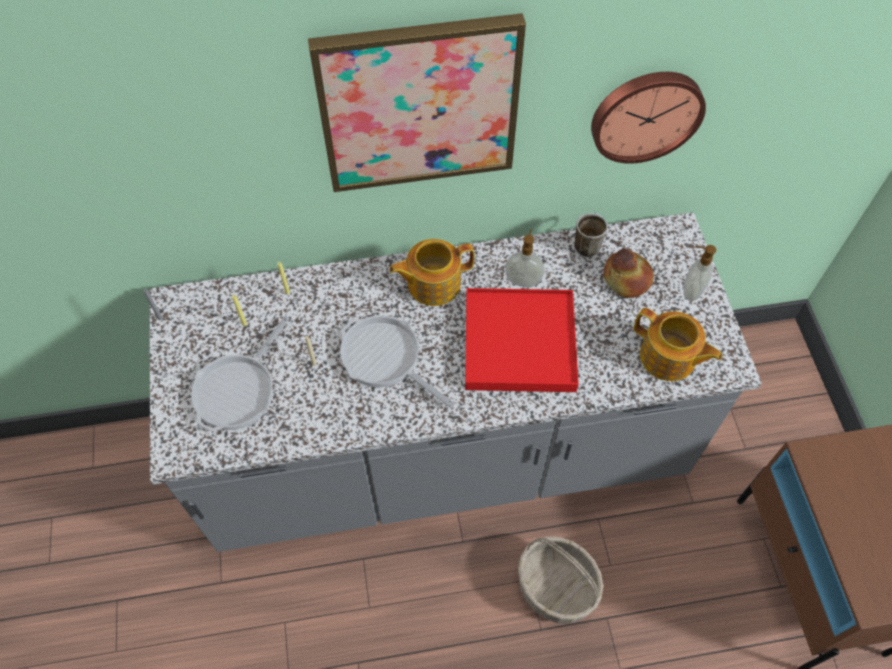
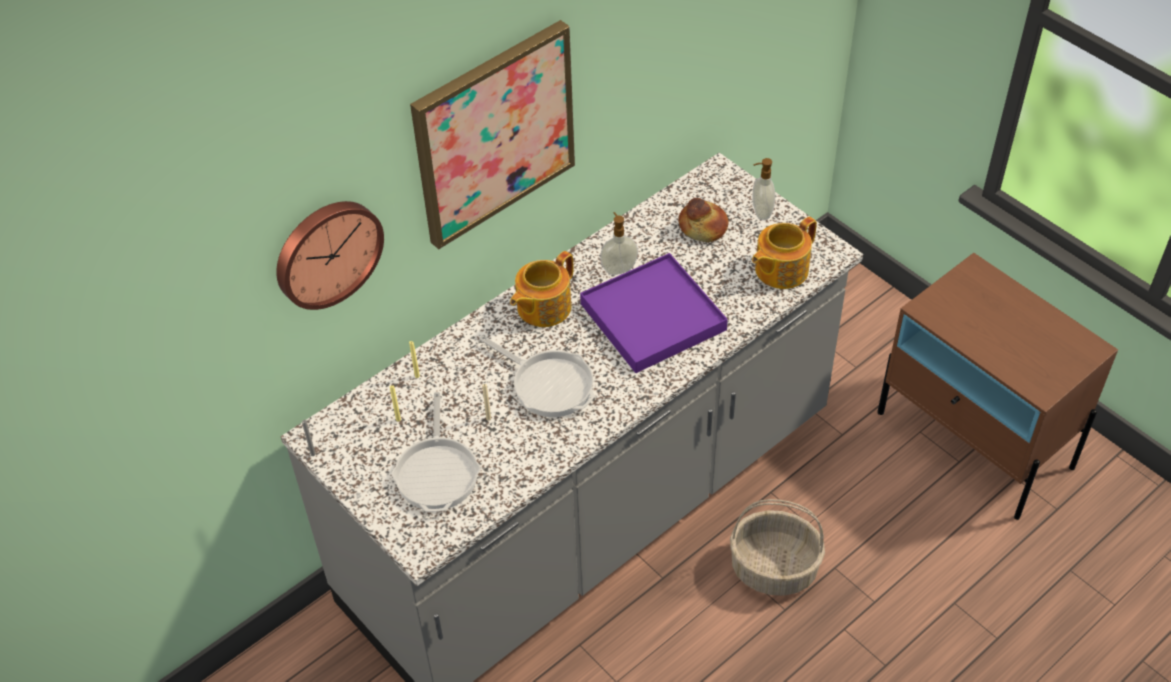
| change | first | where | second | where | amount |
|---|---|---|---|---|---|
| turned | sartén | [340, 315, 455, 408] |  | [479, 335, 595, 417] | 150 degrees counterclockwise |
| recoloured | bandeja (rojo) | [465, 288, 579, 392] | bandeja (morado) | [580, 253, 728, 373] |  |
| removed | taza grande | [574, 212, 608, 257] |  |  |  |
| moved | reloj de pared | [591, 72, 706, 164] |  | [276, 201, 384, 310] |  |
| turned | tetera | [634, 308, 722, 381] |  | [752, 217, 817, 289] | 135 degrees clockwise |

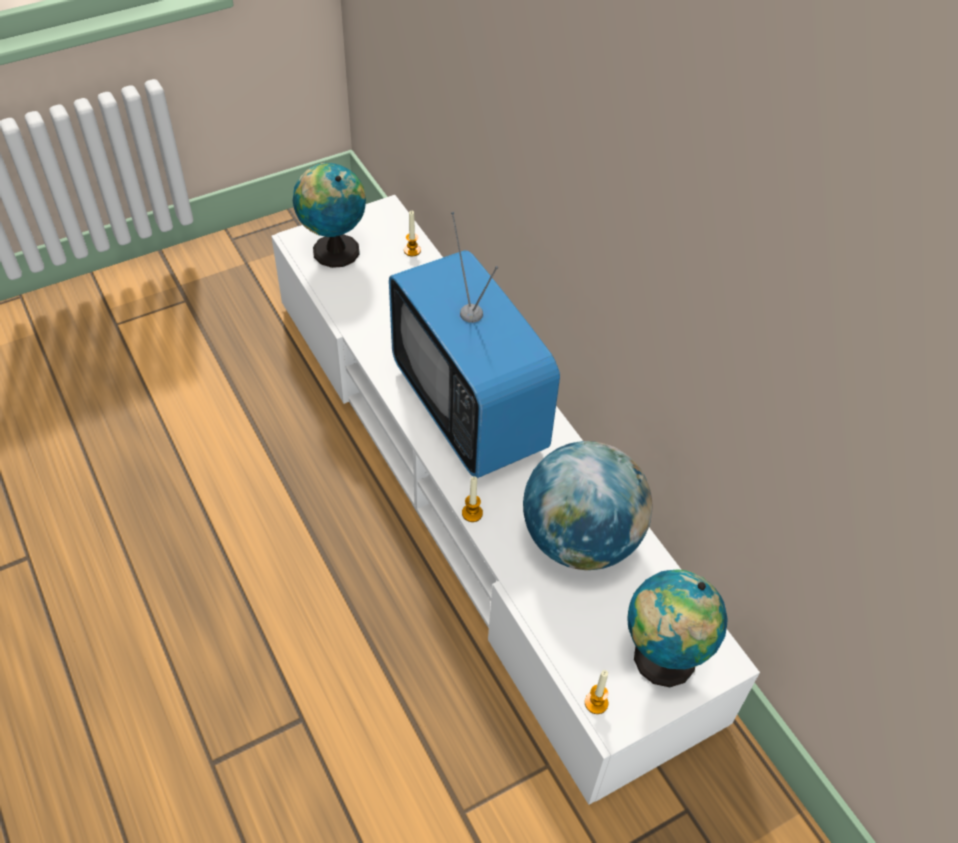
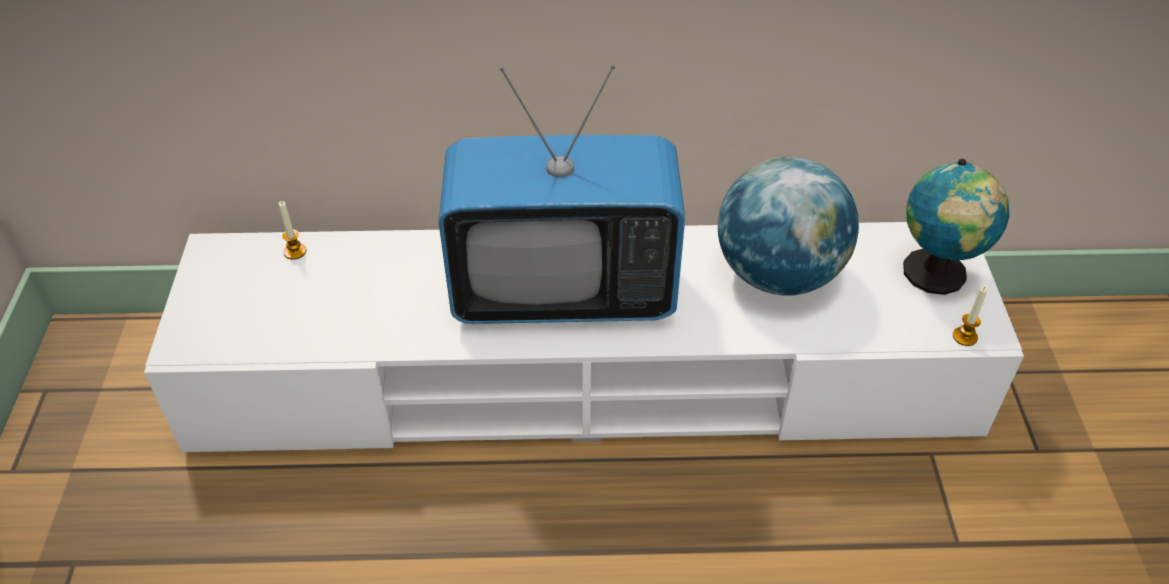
| change | first | where | second | where | amount |
|---|---|---|---|---|---|
| removed | globo terráqueo | [293, 163, 366, 268] |  |  |  |
| removed | vela | [462, 476, 483, 522] |  |  |  |

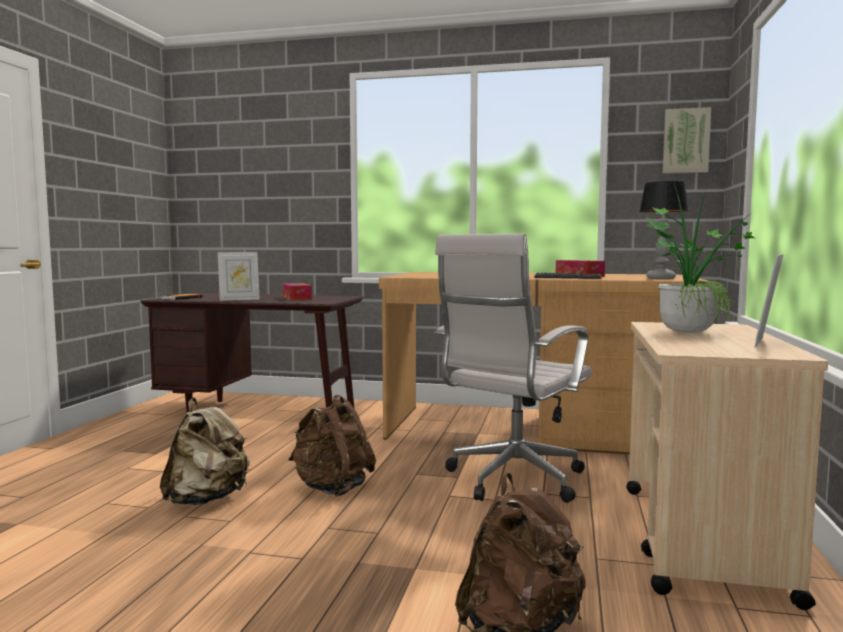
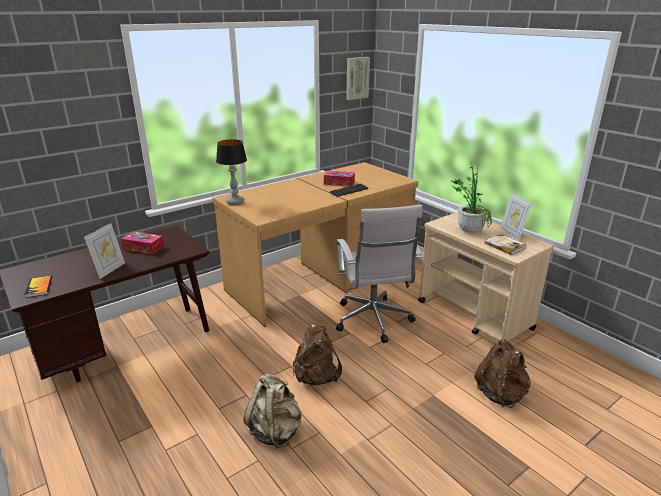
| change | first | where | second | where | amount |
|---|---|---|---|---|---|
| moved | lámpara de mesa | [639, 181, 689, 279] |  | [216, 139, 247, 205] |  |
| added |  |  | libro | [484, 234, 527, 255] |  |

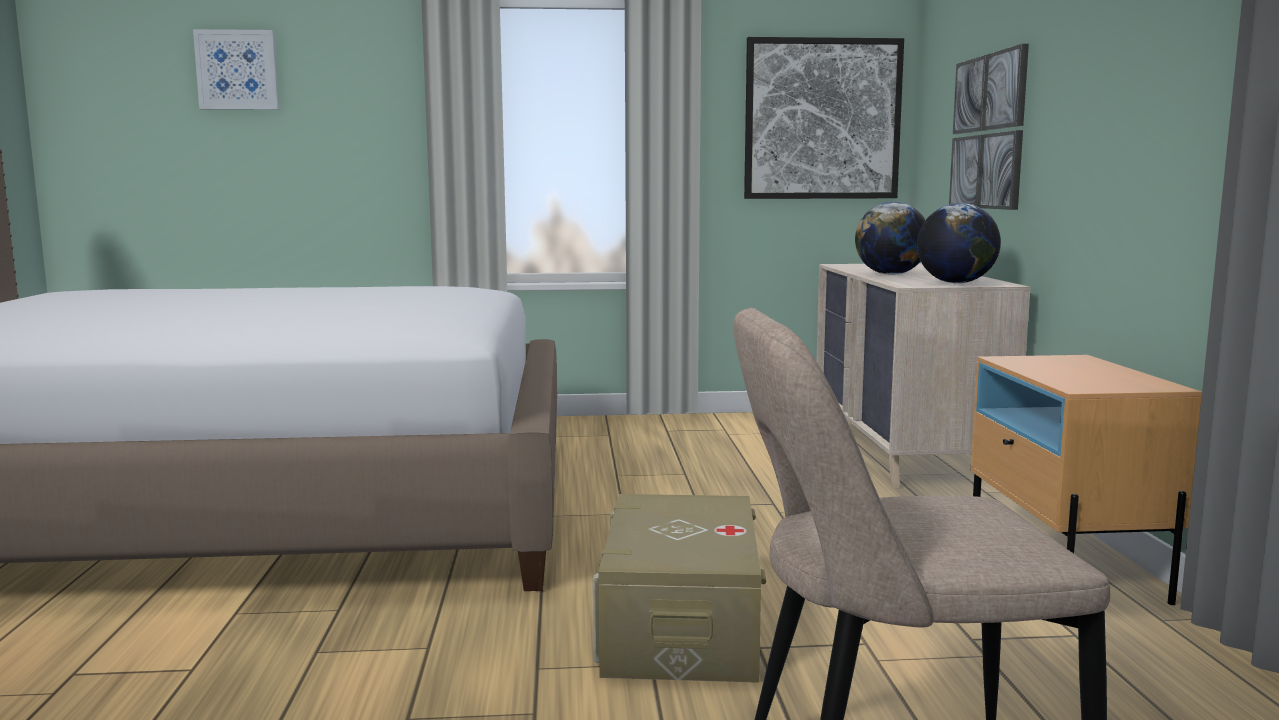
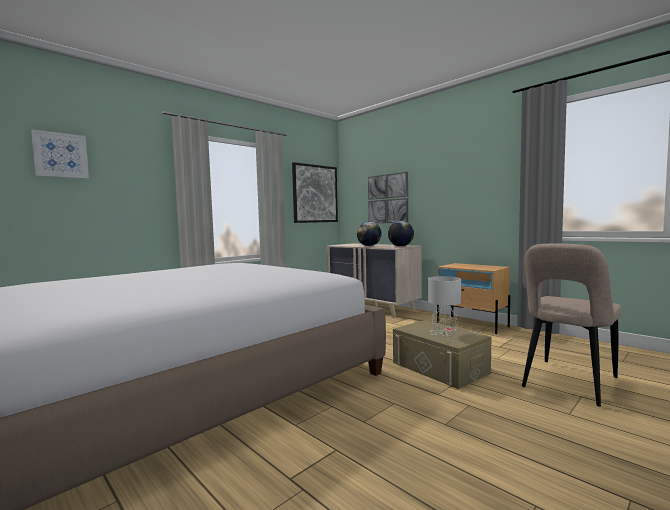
| change | first | where | second | where | amount |
|---|---|---|---|---|---|
| added |  |  | lámpara de mesa (gris) | [428, 276, 461, 336] |  |

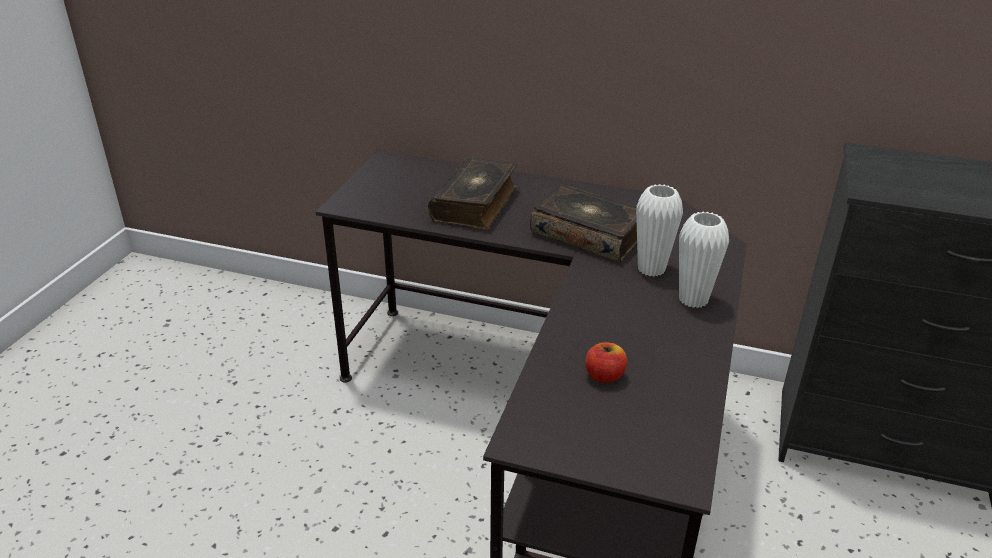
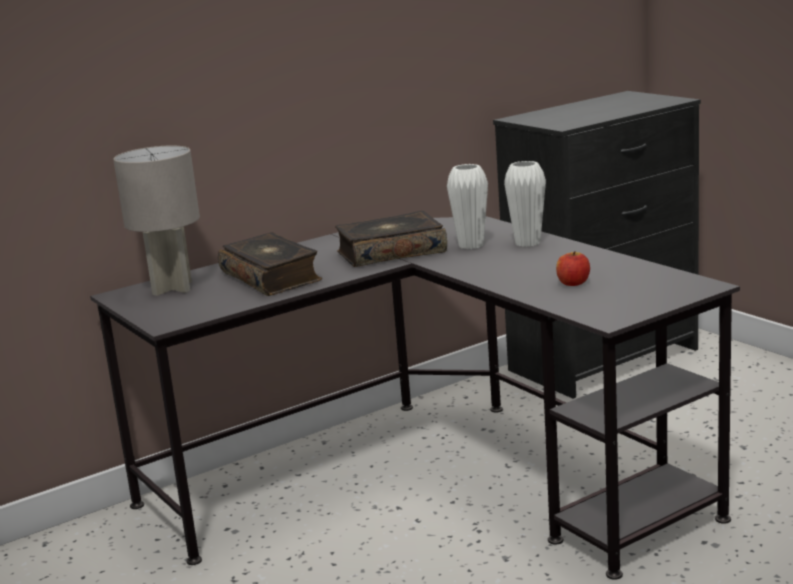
| change | first | where | second | where | amount |
|---|---|---|---|---|---|
| added |  |  | lámpara de mesa (gris) | [113, 146, 200, 296] |  |

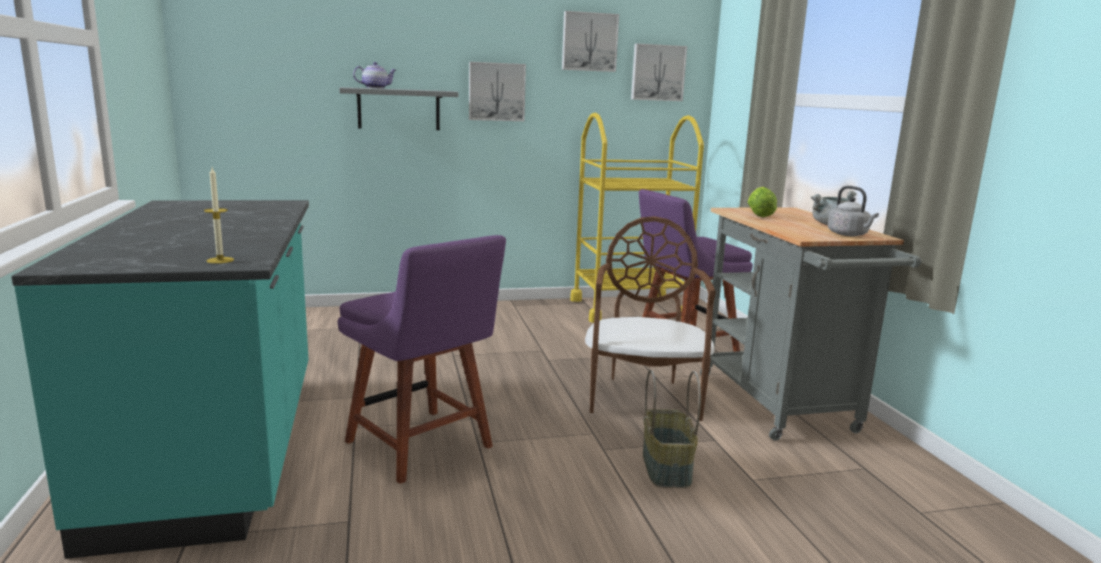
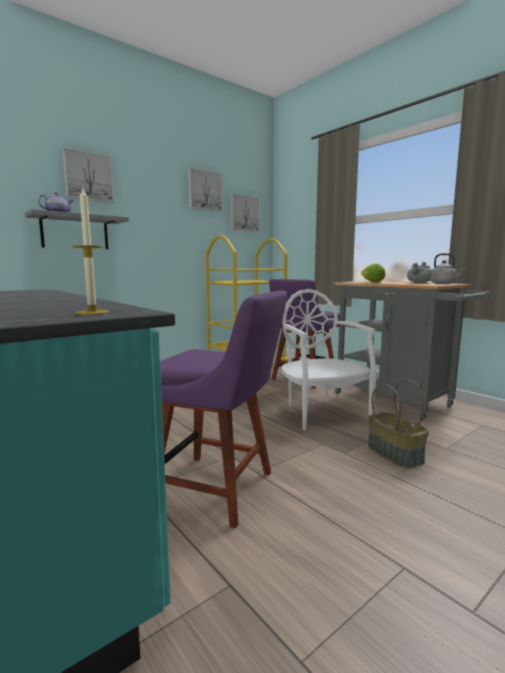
| change | first | where | second | where | amount |
|---|---|---|---|---|---|
| moved | cuadro | [469, 62, 526, 121] |  | [62, 148, 114, 203] |  |
| recoloured | silla (marrón) | [585, 216, 716, 421] | silla (blanco) | [281, 289, 376, 431] |  |

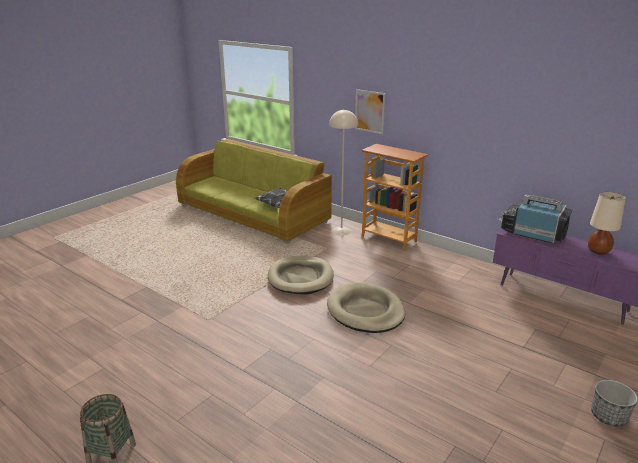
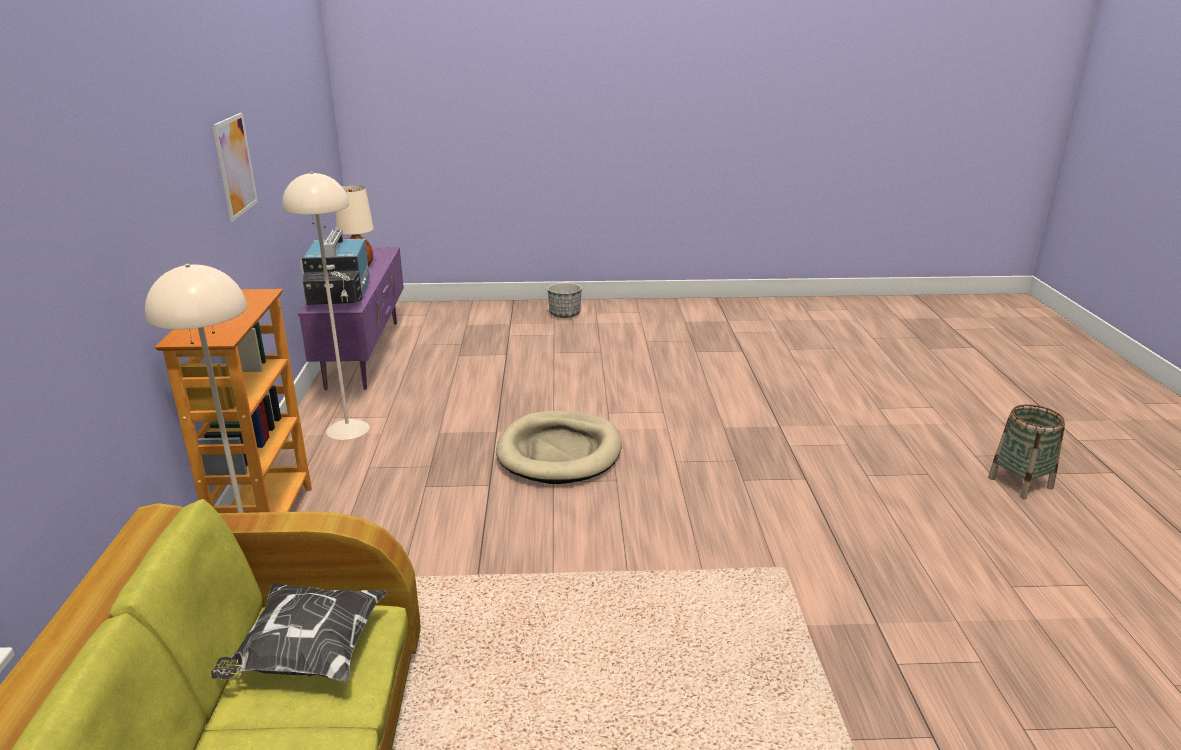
| change | first | where | second | where | amount |
|---|---|---|---|---|---|
| removed | cama para perro (beis) | [268, 256, 334, 294] |  |  |  |
| moved | cuadro | [355, 89, 386, 134] |  | [212, 113, 258, 221] |  |
| added |  |  | lámpara de pie (beis) | [282, 172, 369, 440] |  |

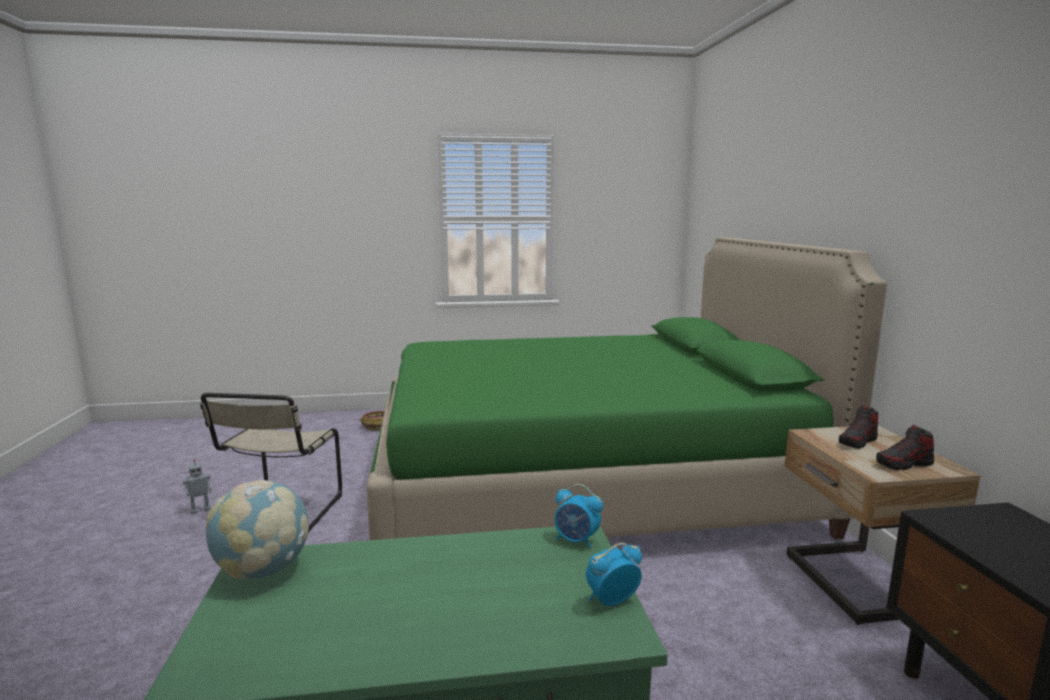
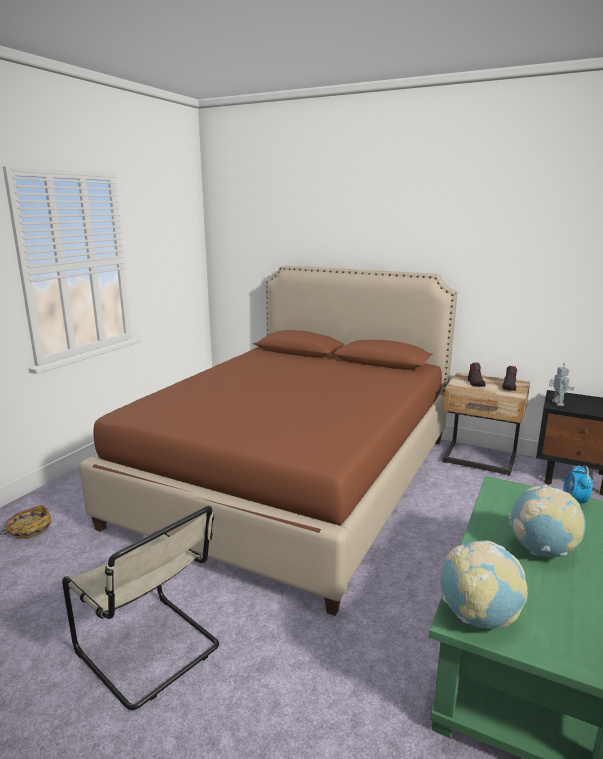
| change | first | where | second | where | amount |
|---|---|---|---|---|---|
| moved | robot de juguete | [183, 459, 212, 514] |  | [549, 363, 574, 406] |  |
| recoloured | cama (verde) | [366, 237, 887, 540] | cama (marrón) | [79, 265, 457, 616] |  |
| removed | despertador | [555, 484, 603, 548] |  |  |  |
| added |  |  | globo terráqueo | [509, 485, 586, 557] |  |

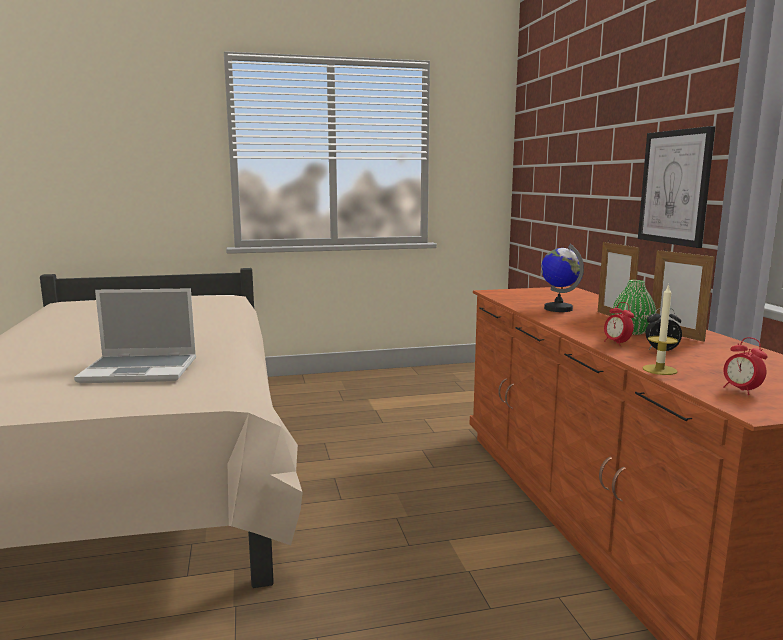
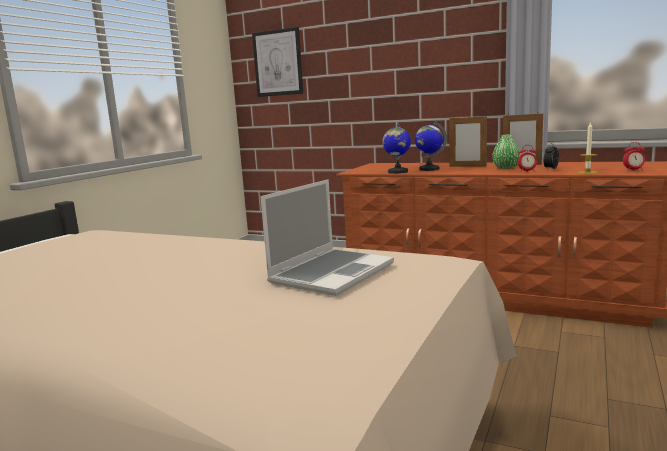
| change | first | where | second | where | amount |
|---|---|---|---|---|---|
| moved | cuadro | [638, 126, 715, 248] |  | [252, 27, 303, 97] |  |
| added |  |  | globo terráqueo | [383, 123, 411, 174] |  |

